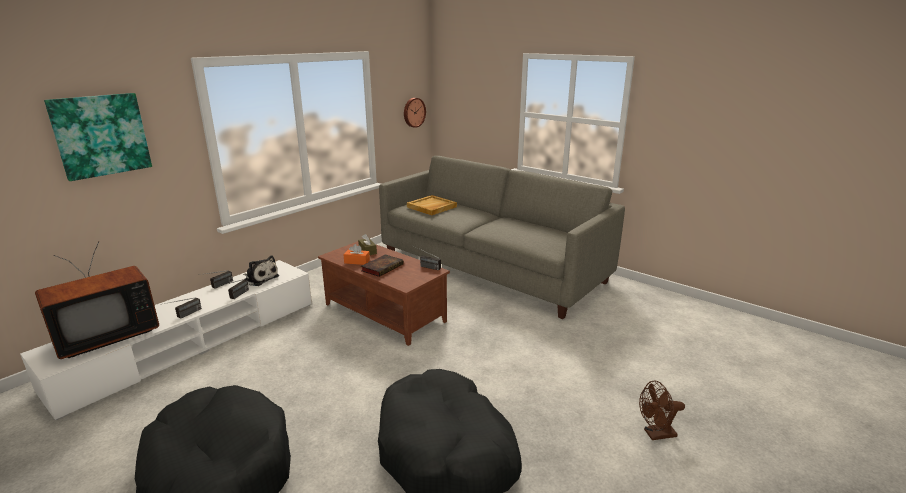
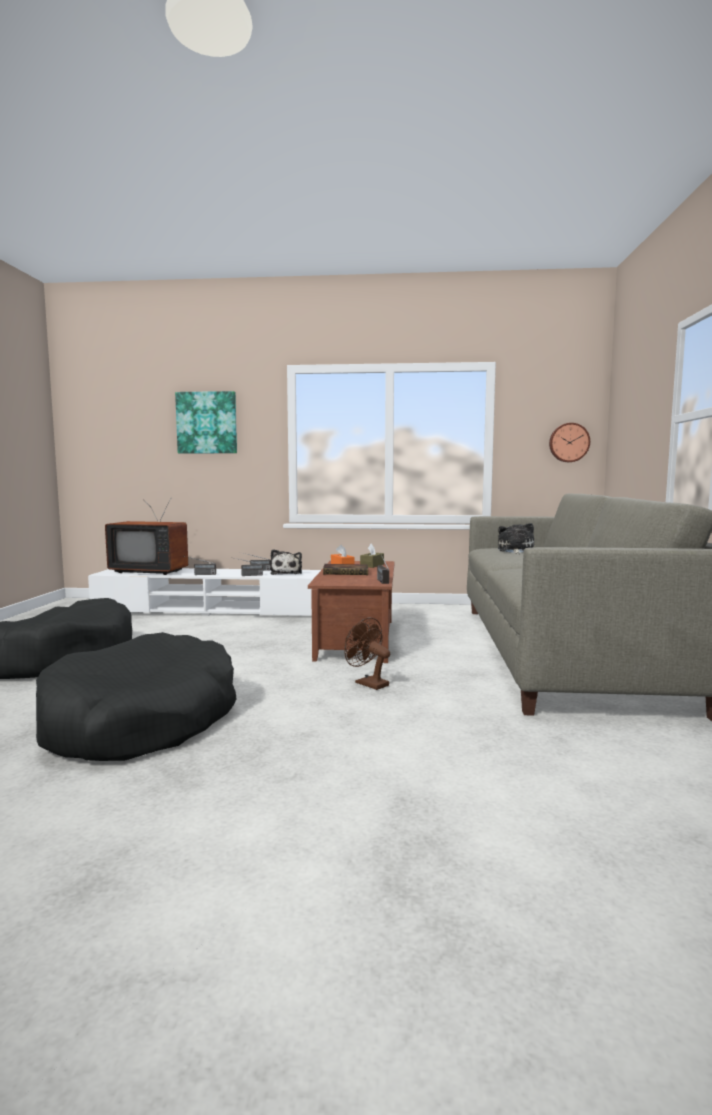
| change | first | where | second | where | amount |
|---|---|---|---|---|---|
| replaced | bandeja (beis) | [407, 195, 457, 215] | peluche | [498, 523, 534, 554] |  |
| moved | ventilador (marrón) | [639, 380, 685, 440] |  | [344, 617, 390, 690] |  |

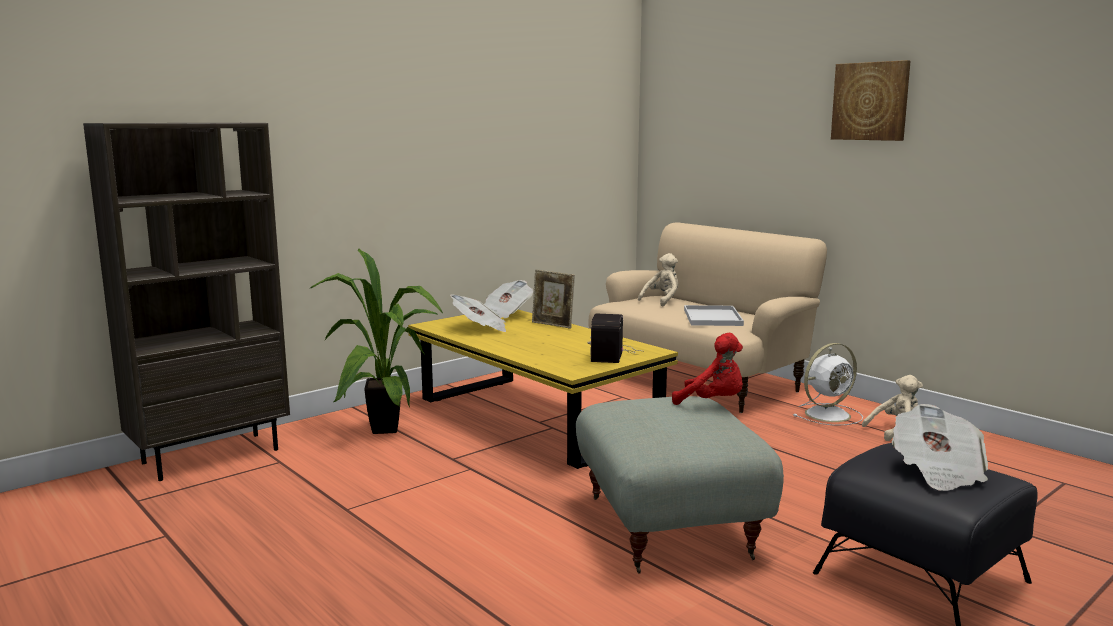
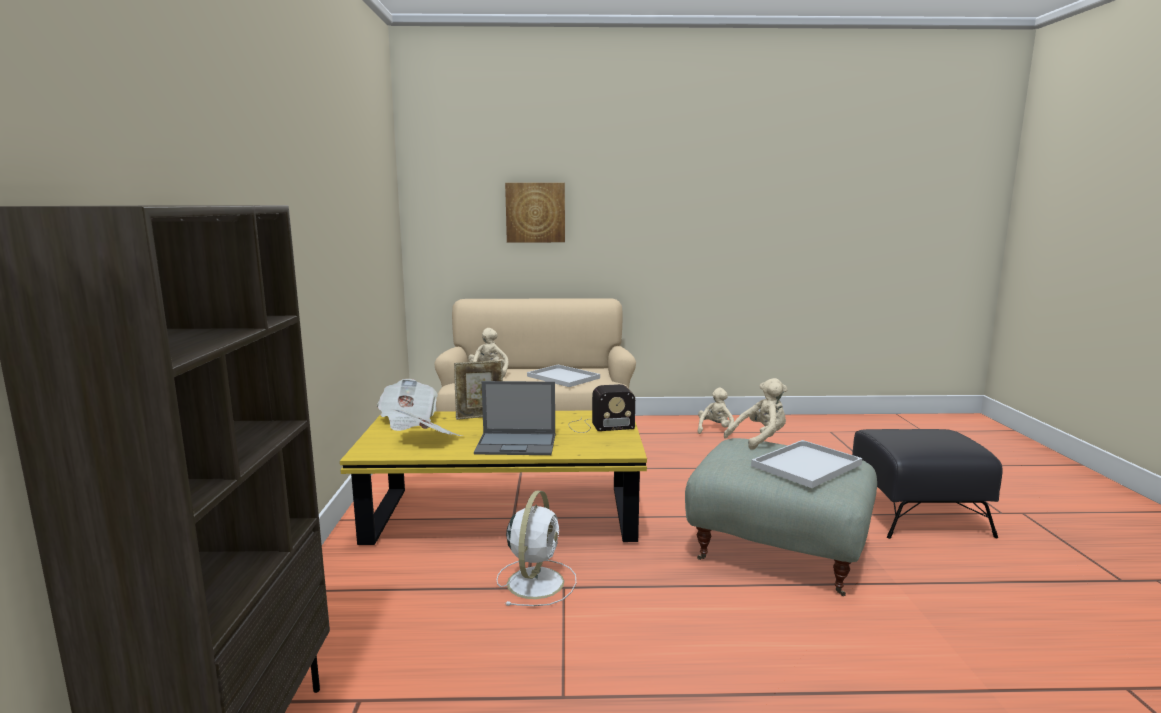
| change | first | where | second | where | amount |
|---|---|---|---|---|---|
| removed | planta en maceta | [310, 249, 443, 434] |  |  |  |
| turned | radio | [587, 314, 640, 363] |  | [569, 384, 635, 433] | 60 degrees counterclockwise |
| recoloured | peluche (rojo) | [672, 333, 743, 405] | peluche (beis) | [726, 378, 788, 450] |  |
| moved | ventilador (blanco) | [793, 343, 863, 426] |  | [496, 491, 576, 606] |  |
| moved | cuadro | [831, 60, 911, 141] |  | [505, 183, 565, 242] |  |
| removed | periódico | [892, 404, 988, 491] |  |  |  |
| added |  |  | portátil | [474, 381, 555, 455] |  |
| added |  |  | bandeja (blanco) | [751, 440, 862, 488] |  |

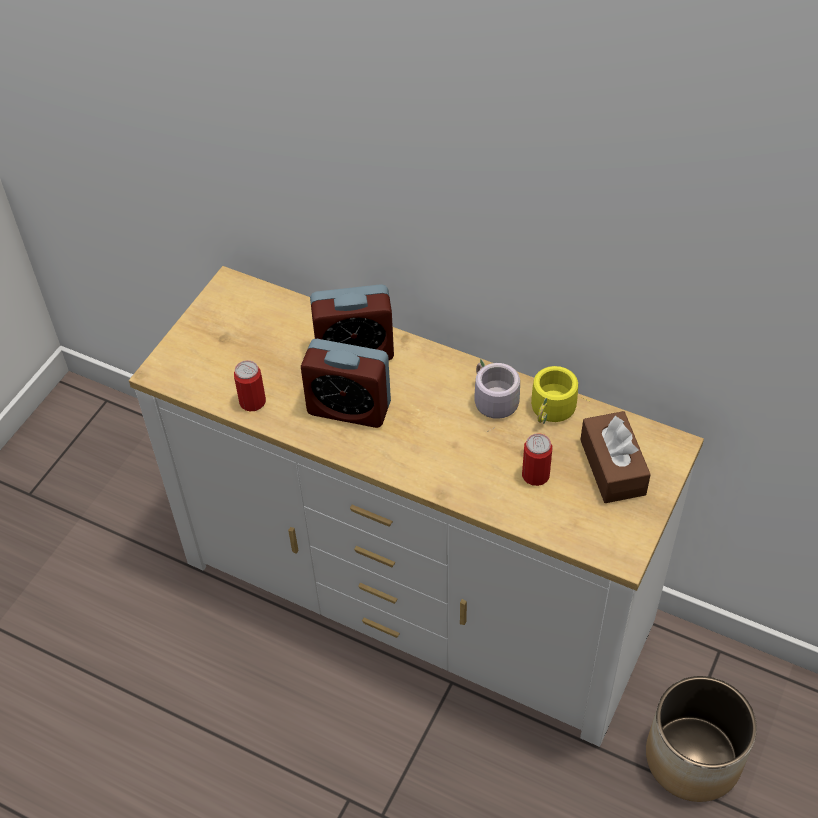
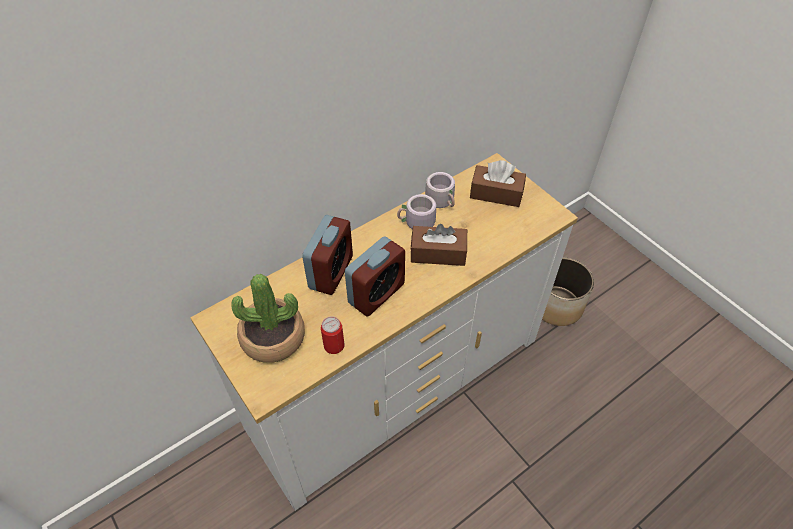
| change | first | where | second | where | amount |
|---|---|---|---|---|---|
| removed | lata | [522, 433, 553, 486] |  |  |  |
| recoloured | taza grande (amarillo) | [531, 366, 589, 424] | taza grande (gris) | [425, 172, 455, 208] |  |
| added |  |  | planta en maceta | [231, 274, 305, 363] |  |
| added |  |  | caja de pañuelos (marrón) | [410, 224, 467, 266] |  |

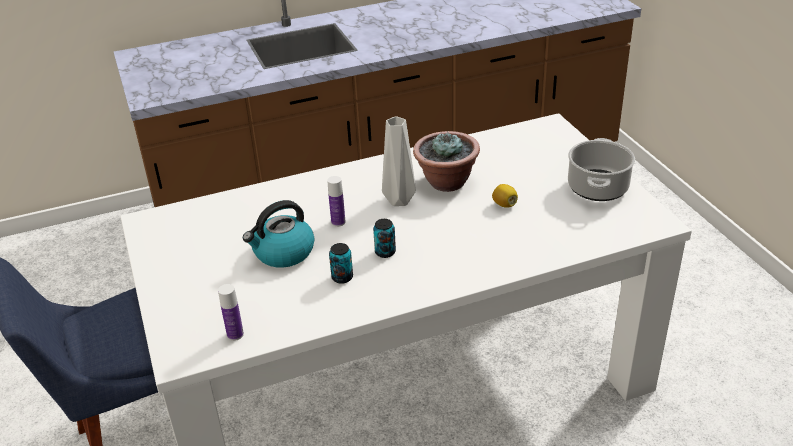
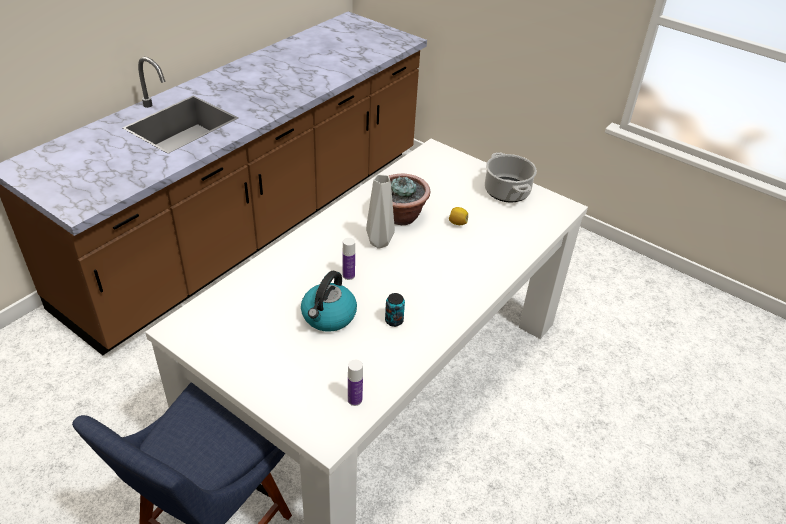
| change | first | where | second | where | amount |
|---|---|---|---|---|---|
| removed | lata | [373, 219, 396, 258] |  |  |  |

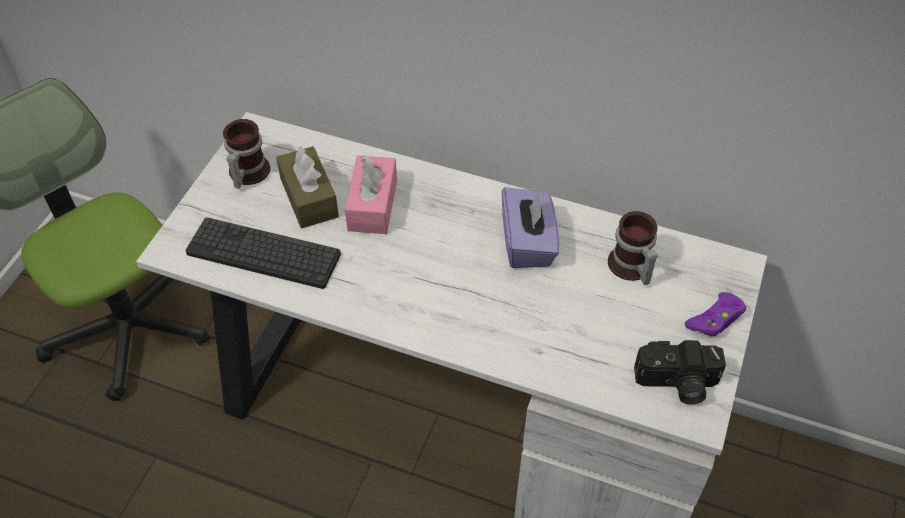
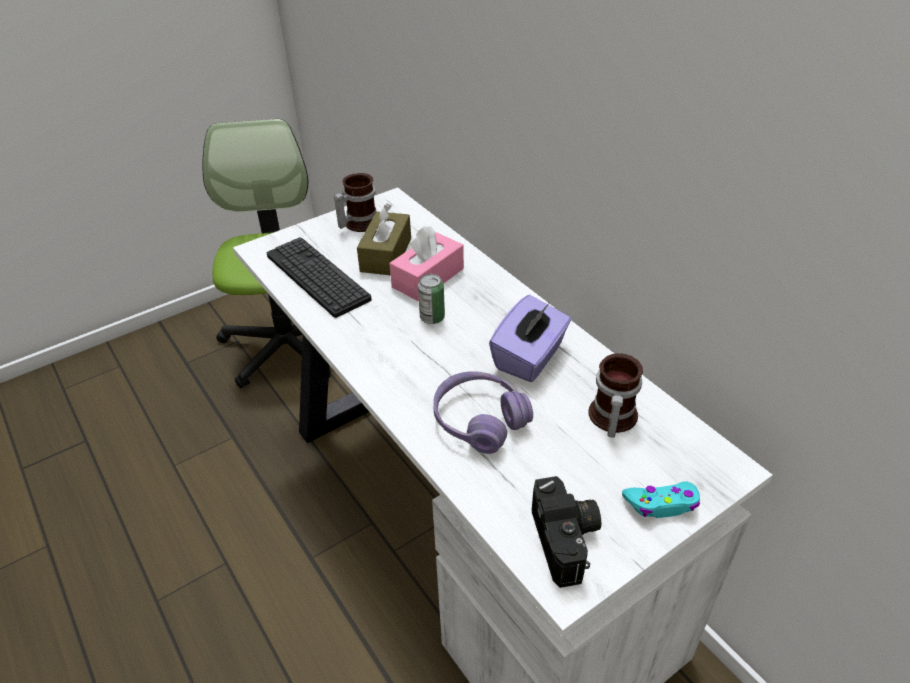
| change | first | where | second | where | amount |
|---|---|---|---|---|---|
| turned | cámara | [634, 340, 726, 404] |  | [532, 476, 601, 588] | 135 degrees counterclockwise |
| recoloured | mando de consola (morado) | [685, 292, 746, 336] | mando de consola (turquesa) | [622, 481, 700, 518] |  |
| added |  |  | lata | [418, 274, 445, 324] |  |
| added |  |  | auriculares (morado) | [433, 371, 533, 454] |  |

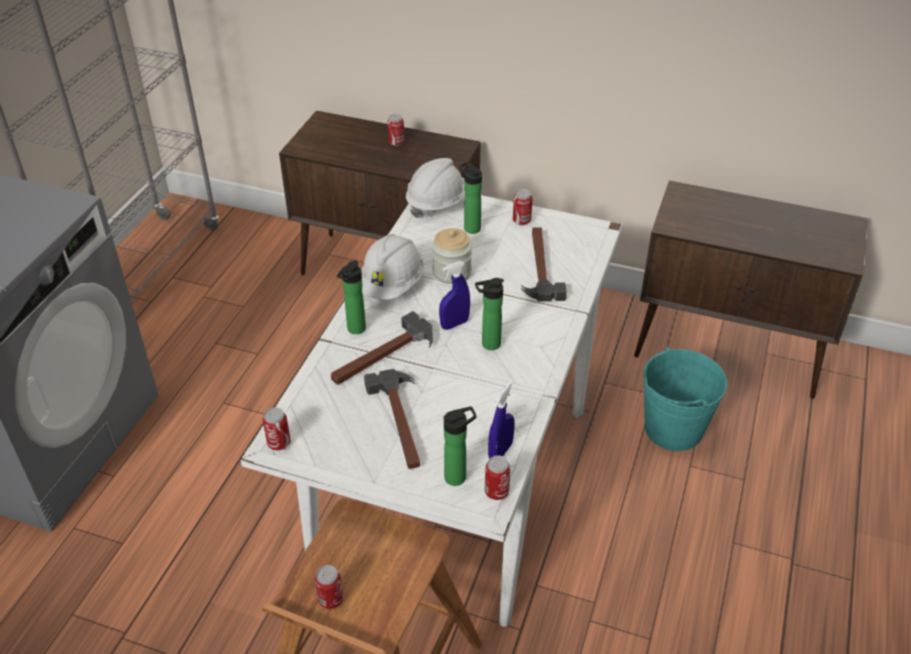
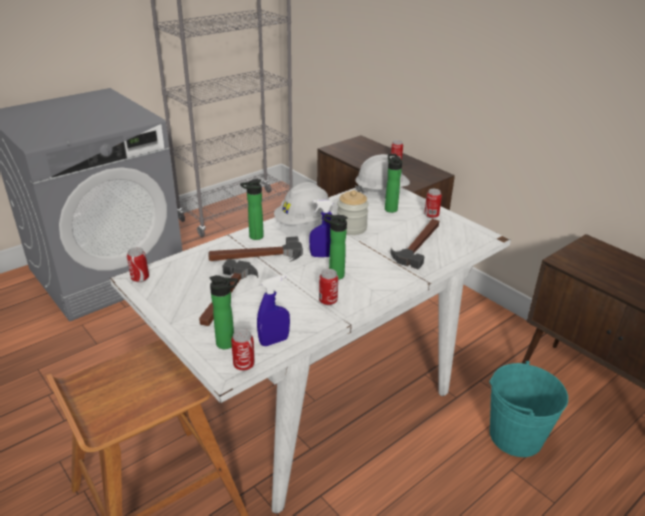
| change | first | where | second | where | amount |
|---|---|---|---|---|---|
| moved | lata | [315, 565, 343, 609] |  | [319, 269, 338, 305] |  |

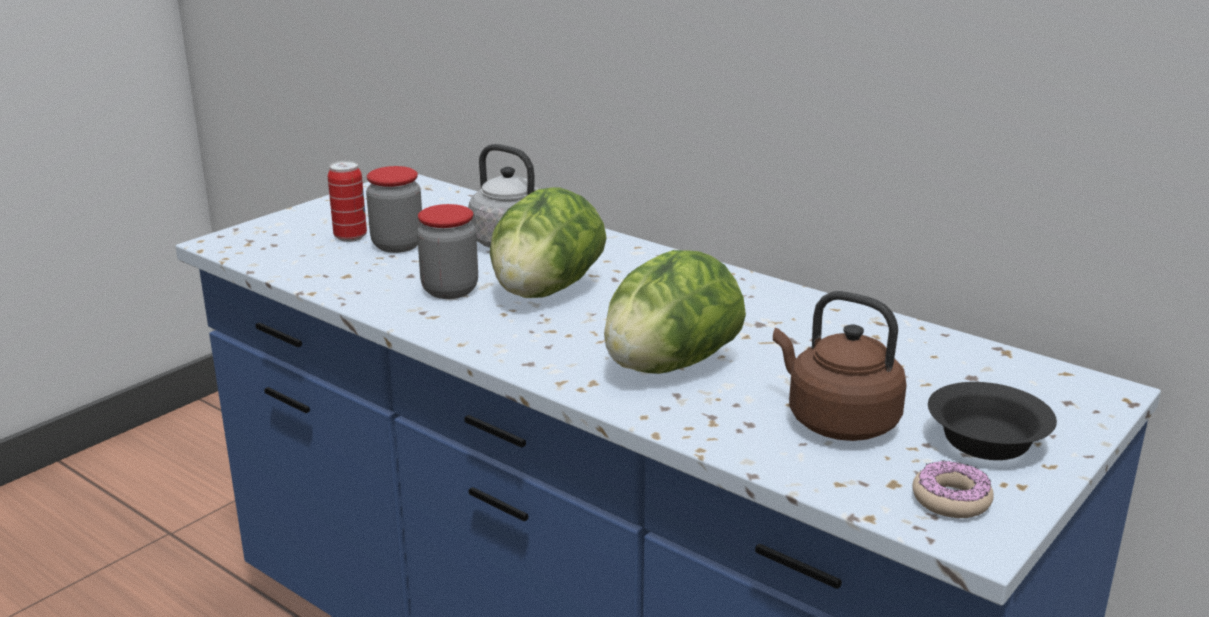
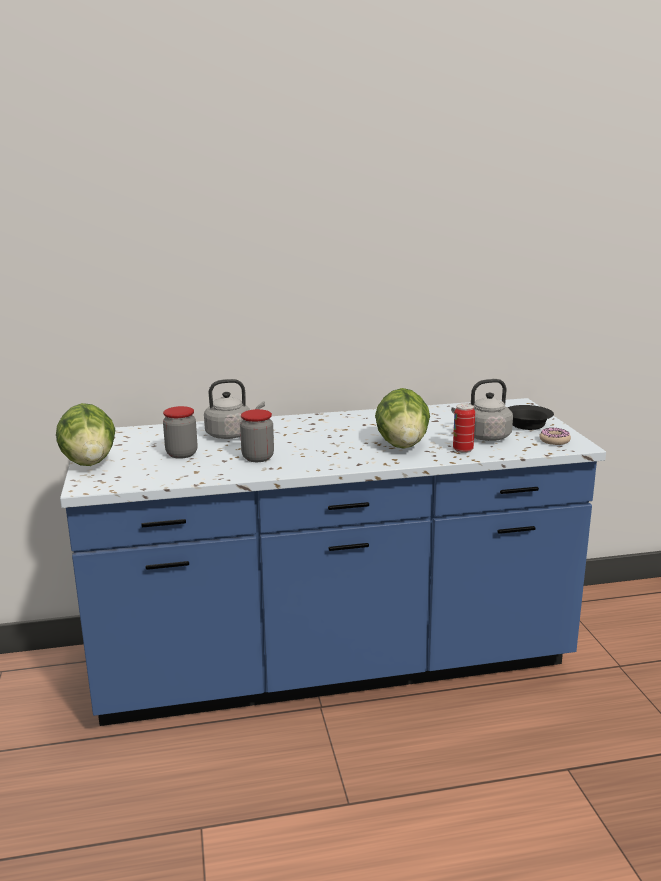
| change | first | where | second | where | amount |
|---|---|---|---|---|---|
| moved | lata | [328, 161, 367, 242] |  | [453, 403, 475, 453] |  |
| moved | lechuga | [490, 187, 607, 298] |  | [56, 403, 115, 466] |  |
| recoloured | hervidor (marrón) | [773, 291, 907, 441] | hervidor (gris) | [451, 379, 513, 441] |  |

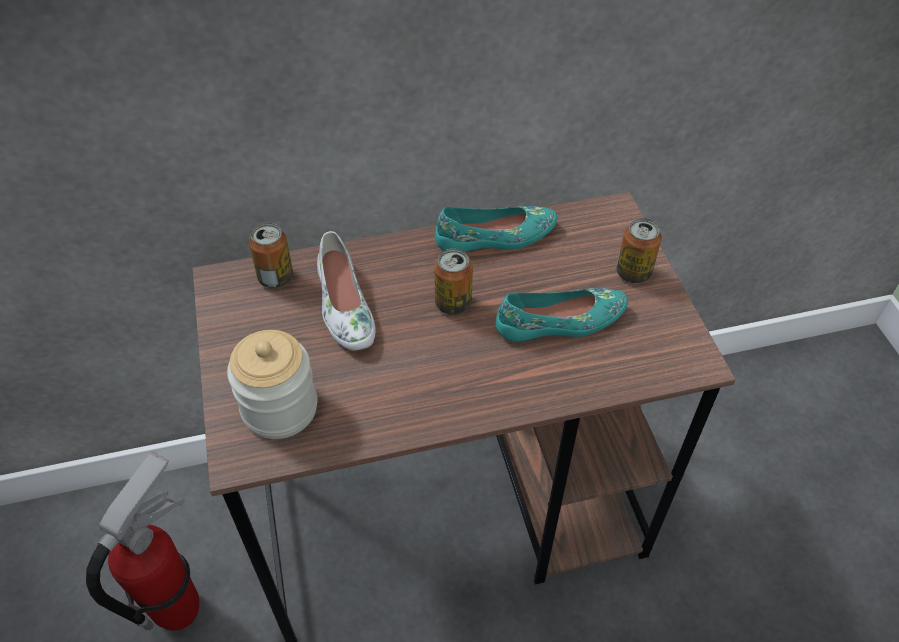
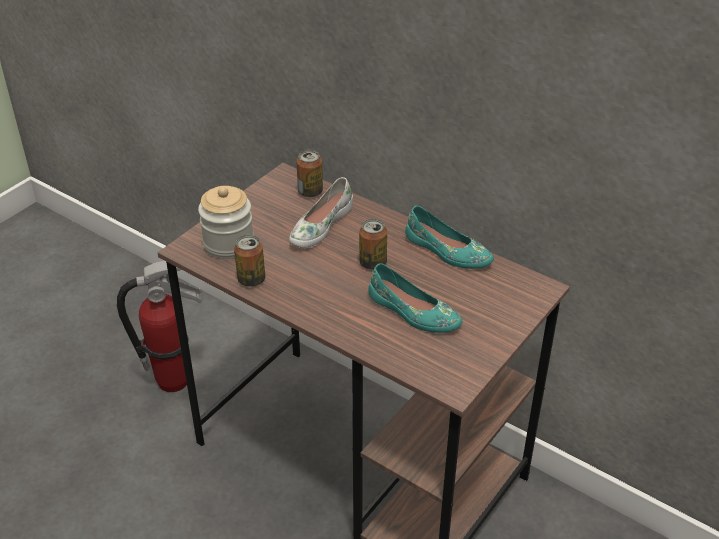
| change | first | where | second | where | amount |
|---|---|---|---|---|---|
| moved | lata | [617, 218, 662, 283] |  | [234, 235, 265, 287] |  |

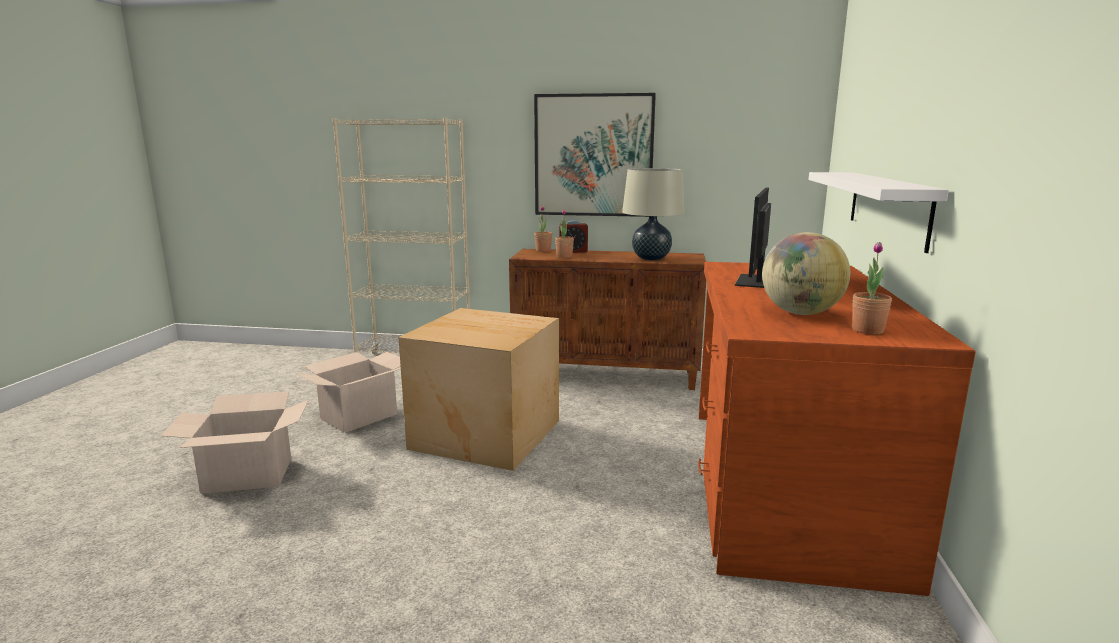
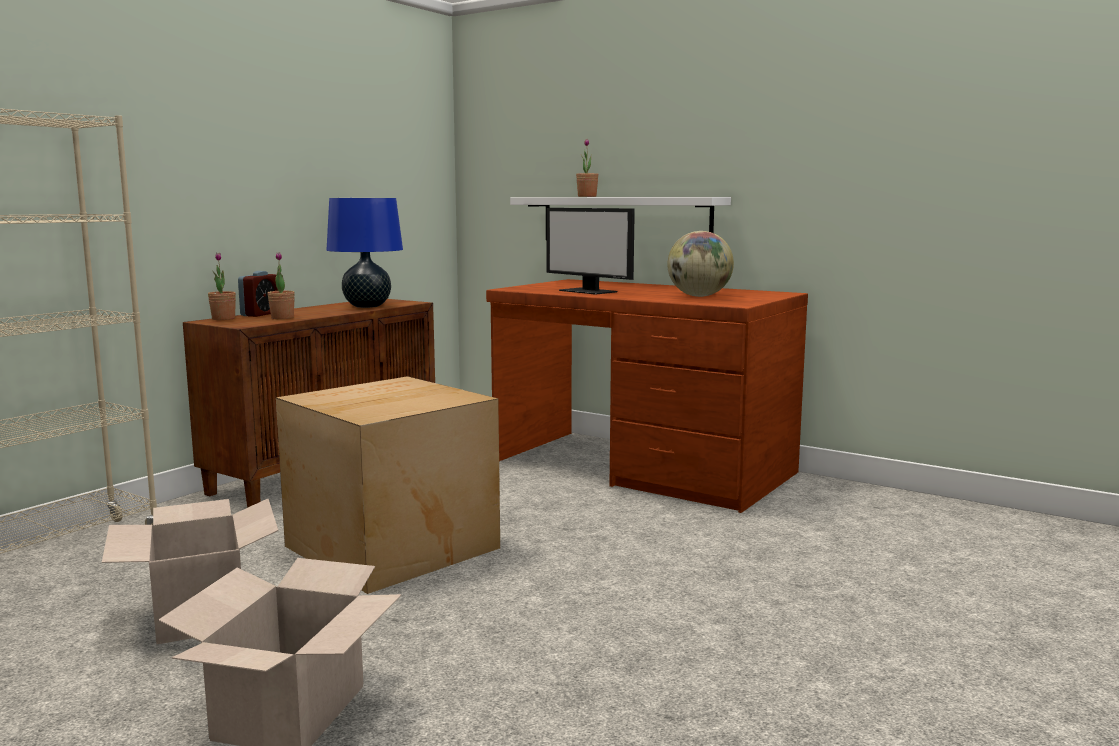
| change | first | where | second | where | amount |
|---|---|---|---|---|---|
| removed | cuadro | [534, 93, 656, 217] |  |  |  |
| recoloured | lámpara de mesa (beis) | [622, 168, 685, 260] | lámpara de mesa (azul) | [326, 198, 403, 308] |  |
| moved | planta en maceta | [852, 242, 892, 334] |  | [576, 139, 599, 197] |  |

